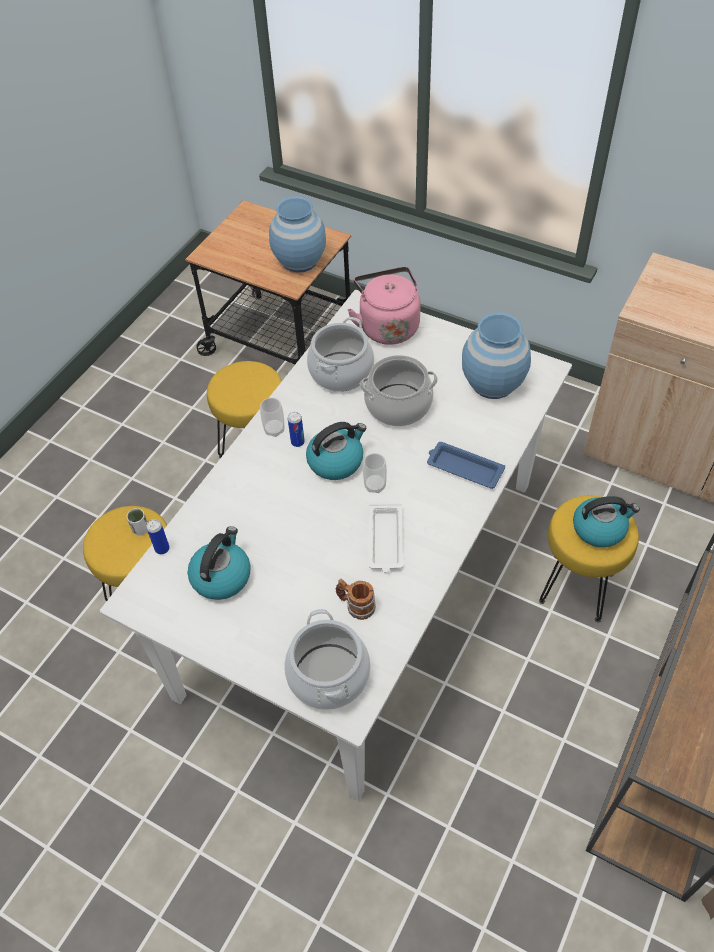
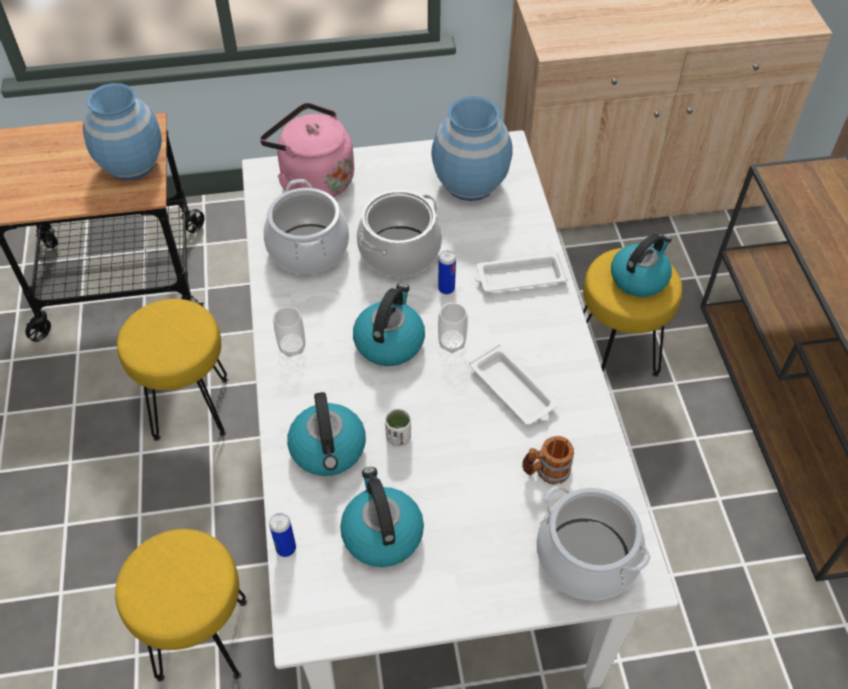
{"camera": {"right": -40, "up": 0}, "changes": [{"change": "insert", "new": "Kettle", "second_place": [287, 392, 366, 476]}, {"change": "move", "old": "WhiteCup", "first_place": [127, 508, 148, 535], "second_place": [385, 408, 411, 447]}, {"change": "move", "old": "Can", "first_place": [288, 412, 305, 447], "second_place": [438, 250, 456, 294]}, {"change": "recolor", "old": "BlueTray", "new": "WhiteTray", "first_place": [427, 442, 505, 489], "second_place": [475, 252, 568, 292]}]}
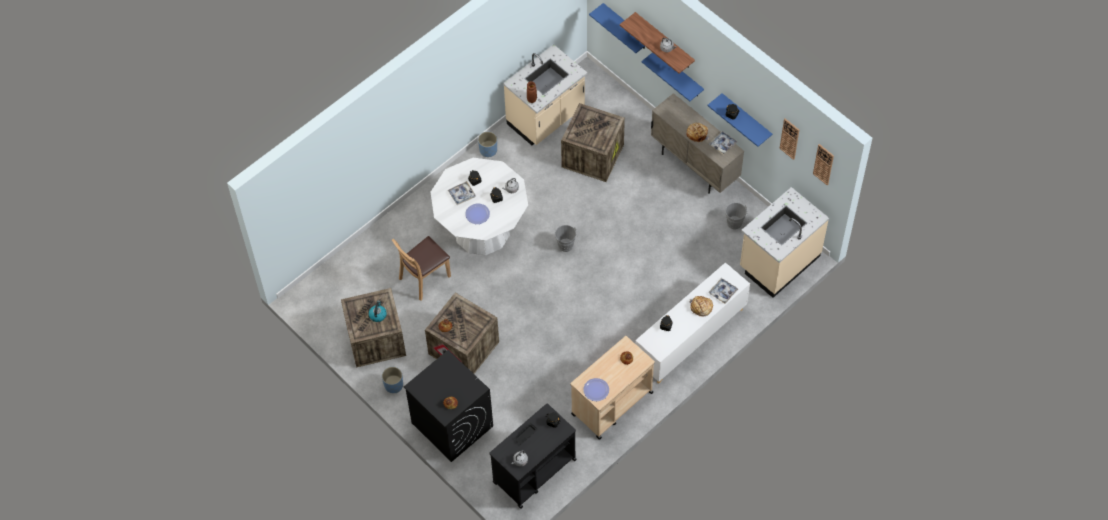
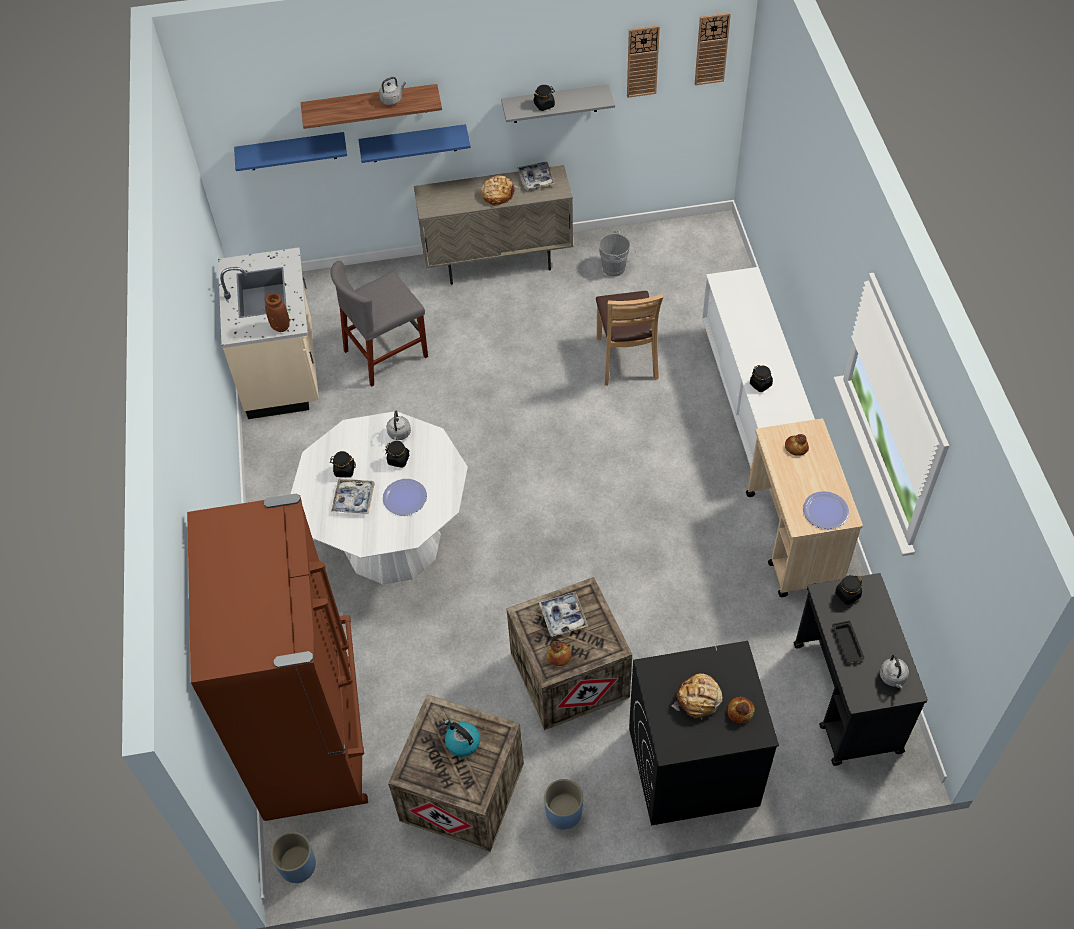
{"camera": {"right": -55, "up": -5}, "changes": [{"change": "insert", "new": "BrownFridge", "second_place": [187, 493, 368, 821]}, {"change": "move", "old": "BluePlanter", "first_place": [478, 132, 497, 157], "second_place": [271, 832, 316, 883]}, {"change": "replace", "old": "Crate", "new": "GreyChair", "first_place": [561, 103, 625, 182], "second_place": [330, 261, 428, 387]}, {"change": "recolor", "old": "BlueShelf", "new": "GreyShelf", "first_place": [708, 93, 772, 147], "second_place": [501, 84, 615, 123]}, {"change": "move", "old": "Tray", "first_place": [709, 278, 738, 304], "second_place": [539, 592, 588, 637]}, {"change": "move", "old": "BrownChair", "first_place": [392, 236, 451, 301], "second_place": [596, 291, 663, 386]}, {"change": "move", "old": "Bread", "first_place": [690, 296, 713, 317], "second_place": [672, 673, 723, 720]}, {"change": "delete", "old": "GreyBucket", "first_place": [555, 225, 577, 252]}, {"change": "delete", "old": "BeigeCounter", "first_place": [740, 187, 829, 298]}]}
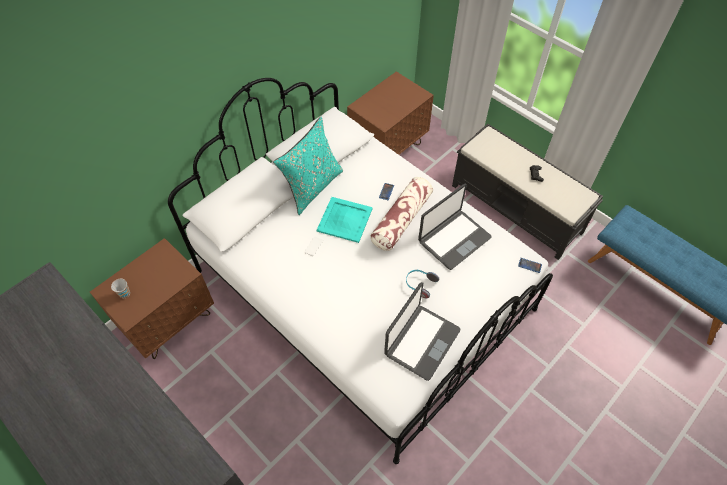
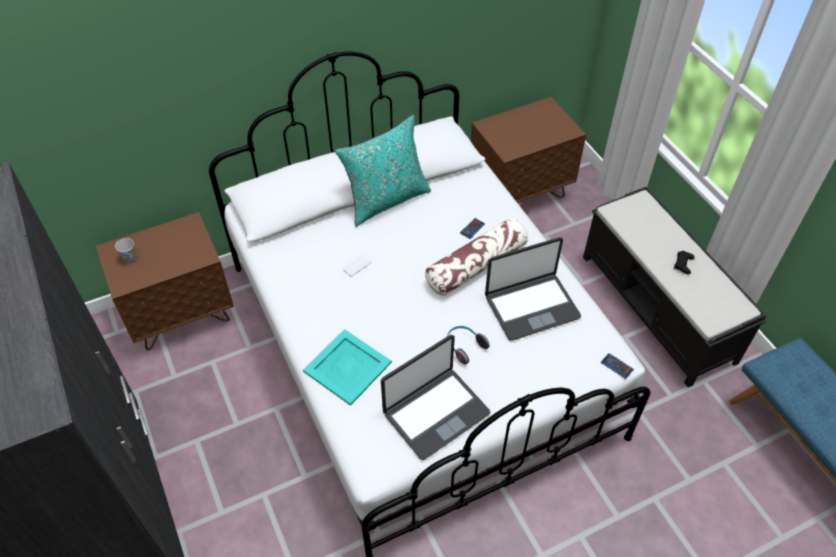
{"camera": {"right": 20, "up": -5}, "changes": [{"change": "move", "old": "TurquoiseTray", "first_place": [317, 197, 373, 243], "second_place": [303, 329, 392, 406]}]}
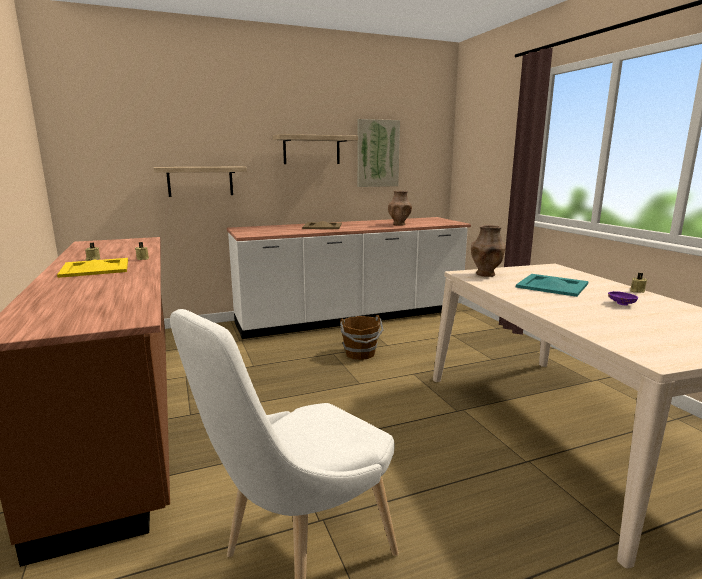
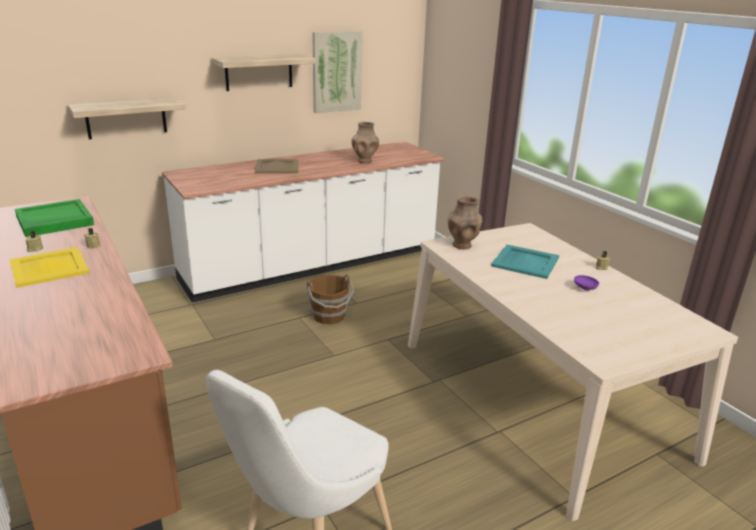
{"camera": {"right": -10, "up": 10}, "changes": [{"change": "insert", "new": "GreenTray", "second_place": [15, 199, 94, 237]}]}
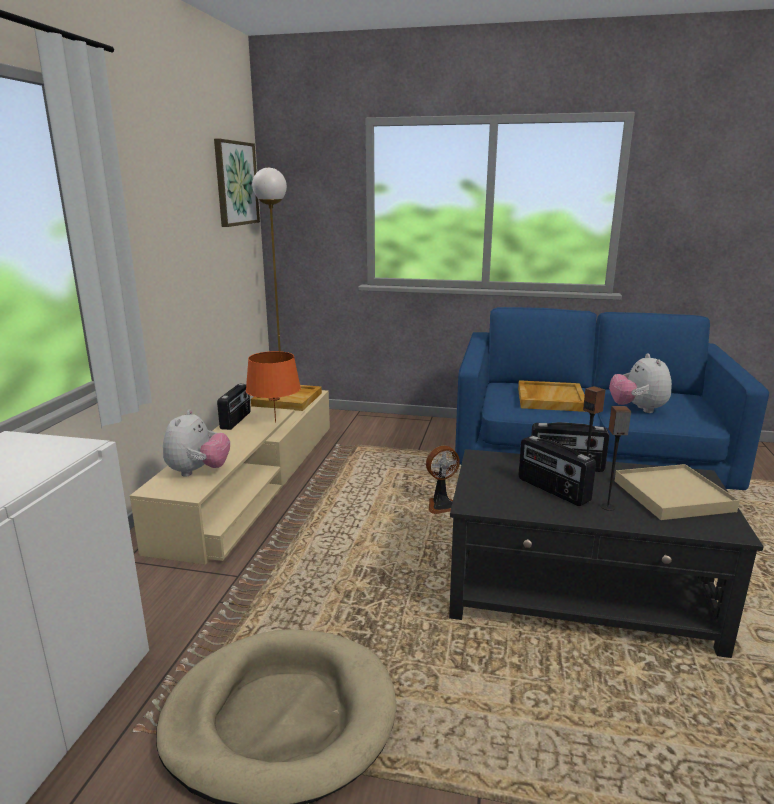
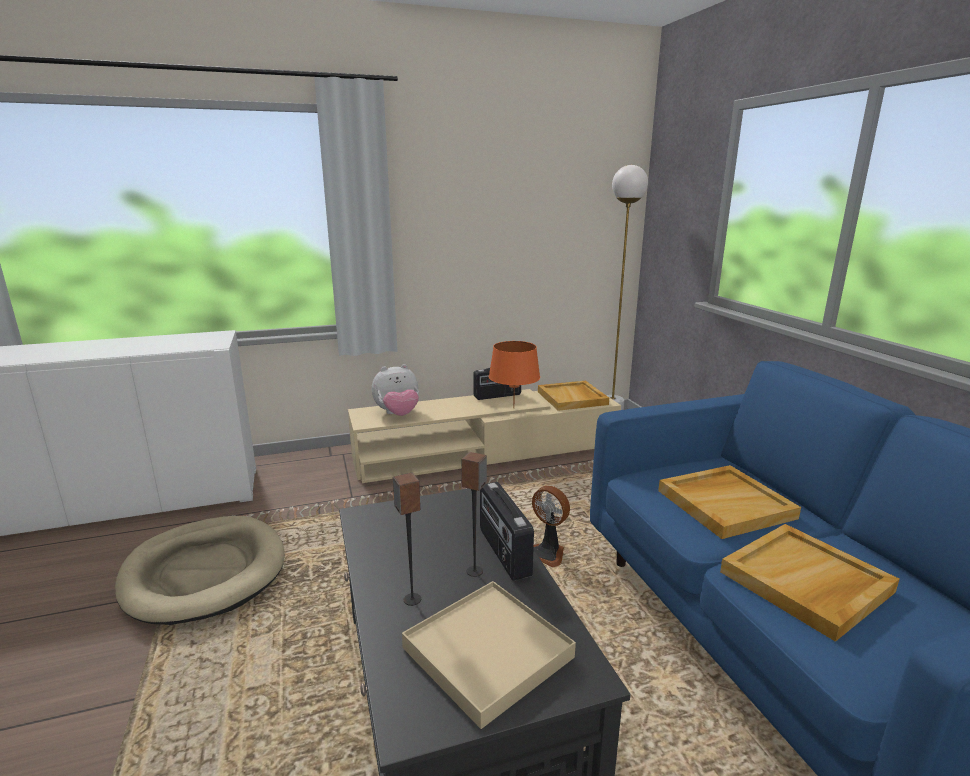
{"camera": {"right": 60, "up": 0}, "changes": [{"change": "replace", "old": "PlushToy", "new": "BeigeTray", "first_place": [609, 354, 672, 413], "second_place": [720, 524, 899, 642]}, {"change": "delete", "old": "Picture", "first_place": [214, 139, 260, 227]}, {"change": "delete", "old": "Radio", "first_place": [518, 435, 596, 506]}]}
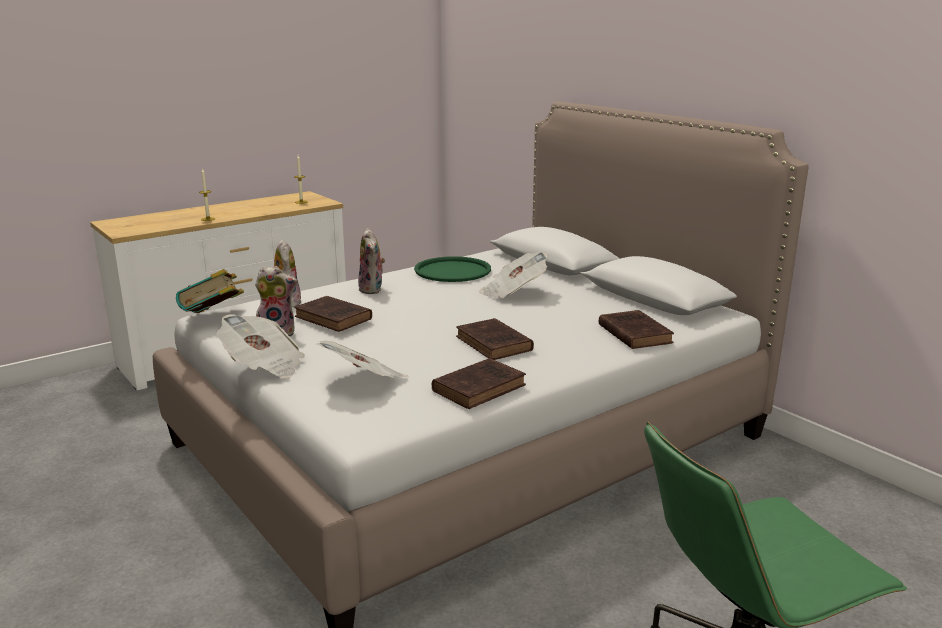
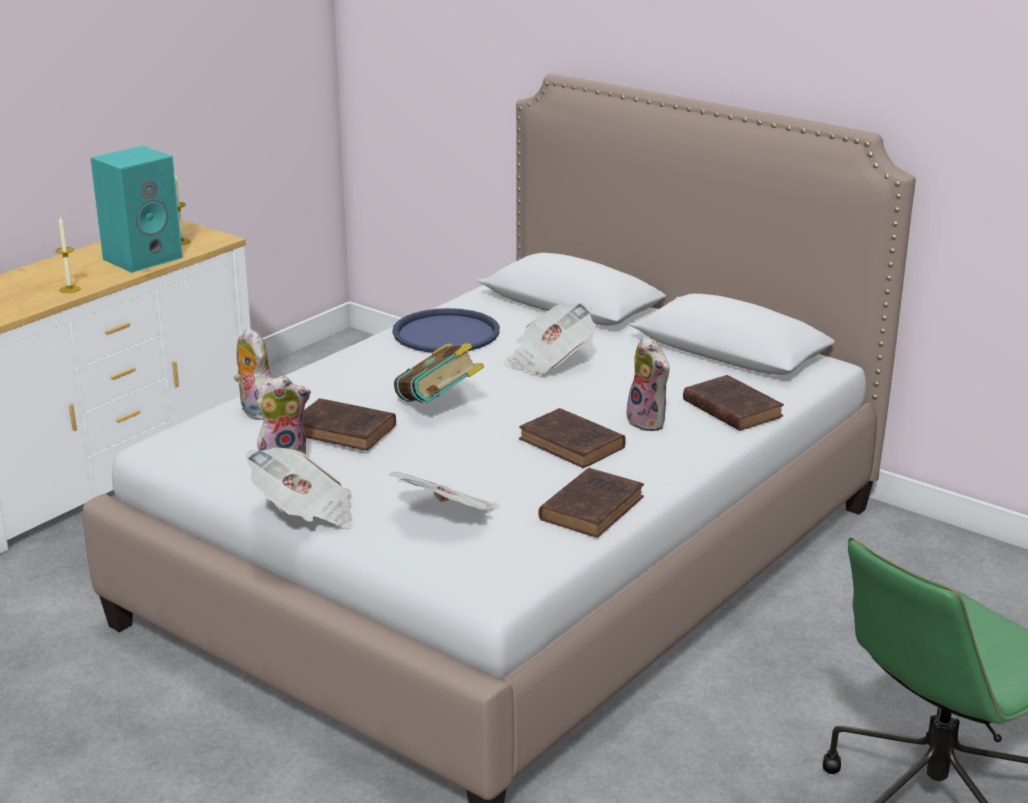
{"camera": {"right": -15, "up": 5}, "changes": [{"change": "insert", "new": "TurquoiseSpeaker", "second_place": [90, 146, 183, 273]}, {"change": "recolor", "old": "GreenTray", "new": "BlueTray", "first_place": [414, 256, 491, 282], "second_place": [392, 308, 500, 353]}, {"change": "move", "old": "Book", "first_place": [176, 269, 244, 313], "second_place": [394, 343, 484, 403]}, {"change": "move", "old": "PlushToy", "first_place": [358, 228, 385, 294], "second_place": [626, 336, 670, 431]}]}
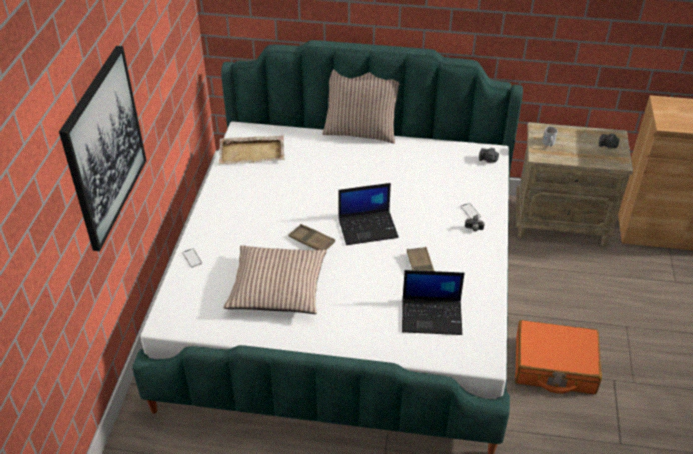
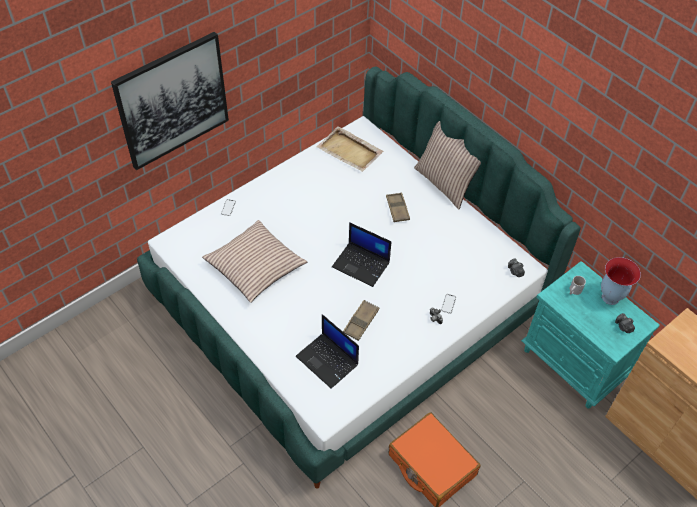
{"camera": {"right": 40, "up": 10}, "changes": [{"change": "move", "old": "BrownTray", "first_place": [289, 224, 335, 250], "second_place": [386, 192, 410, 222]}, {"change": "recolor", "old": "BeigeNightstand", "new": "TurquoiseNightstand", "first_place": [516, 122, 633, 246], "second_place": [521, 261, 660, 409]}, {"change": "insert", "new": "Vase", "second_place": [601, 257, 641, 305]}]}
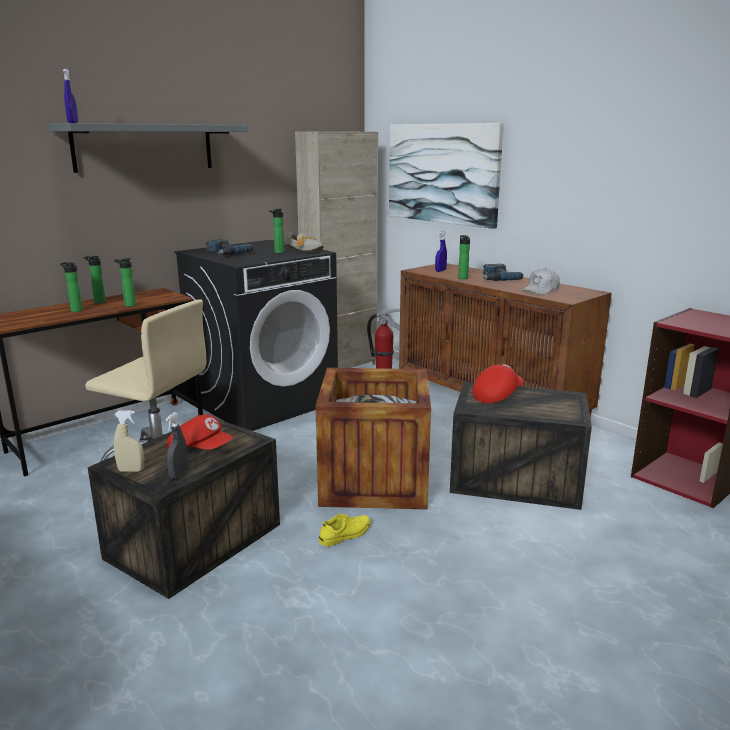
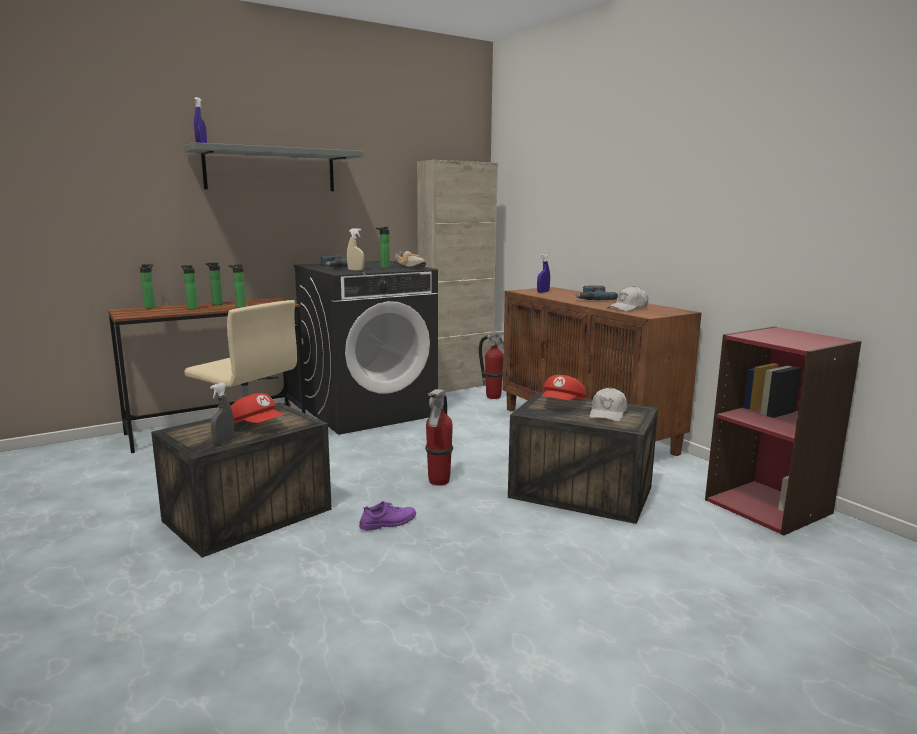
{"camera": {"right": 10, "up": -5}, "changes": [{"change": "move", "old": "Bottle", "first_place": [458, 235, 470, 279], "second_place": [140, 264, 155, 309]}, {"change": "move", "old": "BeigeSprayBottle", "first_place": [114, 410, 144, 472], "second_place": [347, 228, 364, 271]}, {"change": "recolor", "old": "YellowShoe", "new": "PurpleShoe", "first_place": [319, 514, 371, 546], "second_place": [359, 501, 416, 531]}, {"change": "replace", "old": "Crate", "new": "FireExtinguisher", "first_place": [315, 368, 431, 510], "second_place": [425, 389, 453, 486]}, {"change": "rotate", "old": "RedCap", "first_place": [472, 364, 524, 403], "second_place": [542, 375, 586, 401], "degrees": 150}, {"change": "insert", "new": "WhiteCap", "second_place": [589, 387, 627, 422]}, {"change": "delete", "old": "Picture", "first_place": [389, 123, 504, 229]}]}
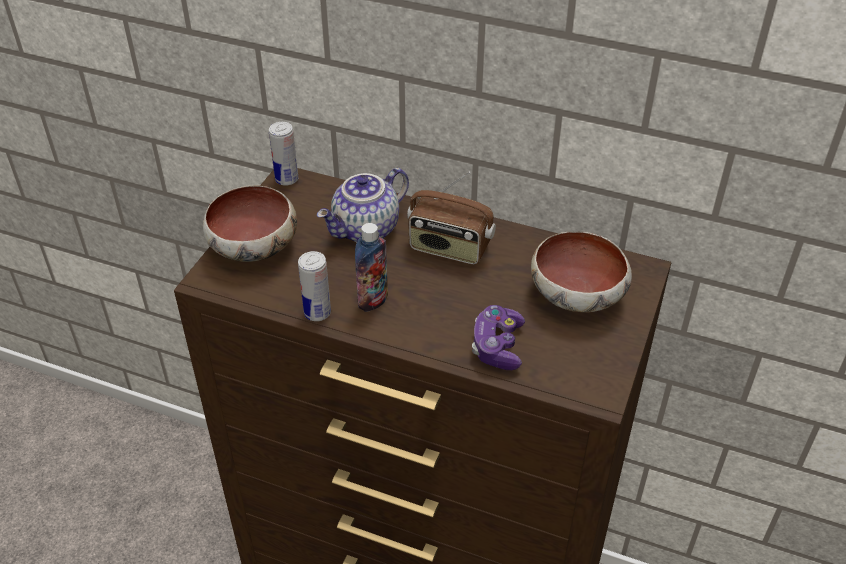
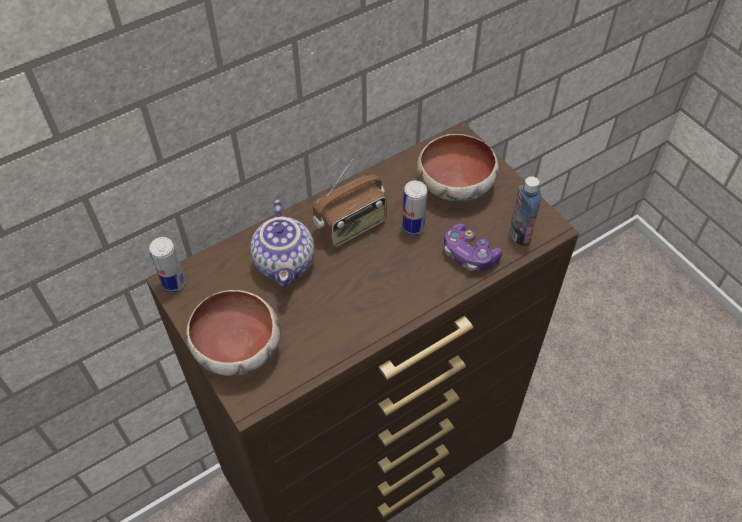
{"camera": {"right": -55, "up": 10}, "changes": [{"change": "move", "old": "Can", "first_place": [298, 251, 331, 321], "second_place": [402, 180, 427, 235]}, {"change": "move", "old": "Bottle", "first_place": [355, 223, 388, 312], "second_place": [510, 176, 541, 246]}]}
